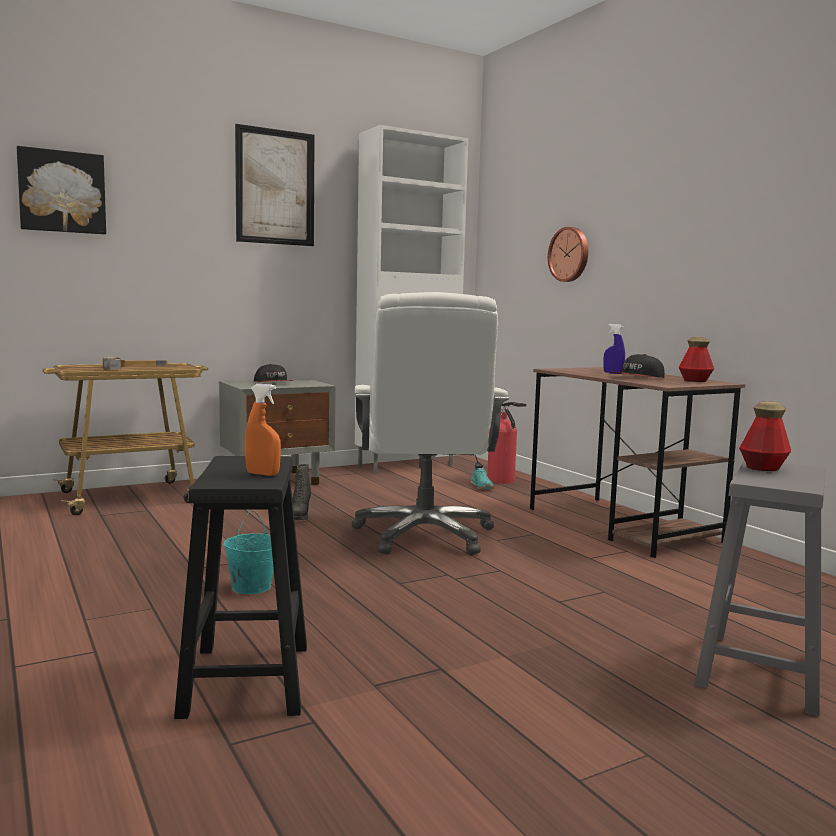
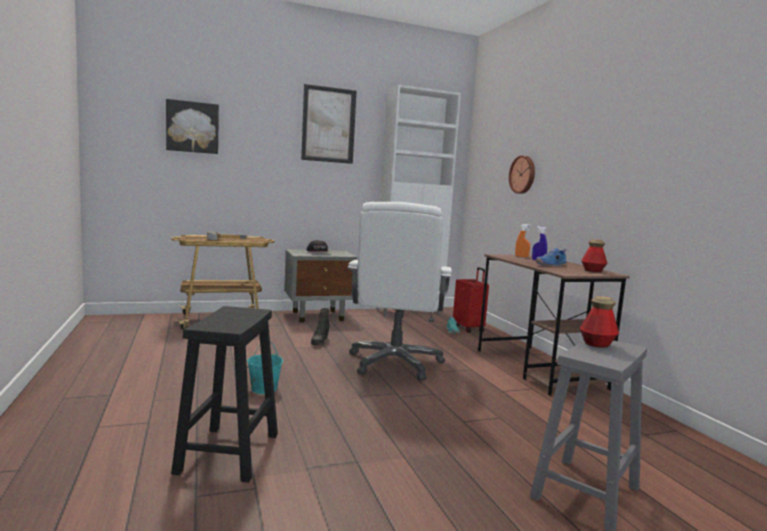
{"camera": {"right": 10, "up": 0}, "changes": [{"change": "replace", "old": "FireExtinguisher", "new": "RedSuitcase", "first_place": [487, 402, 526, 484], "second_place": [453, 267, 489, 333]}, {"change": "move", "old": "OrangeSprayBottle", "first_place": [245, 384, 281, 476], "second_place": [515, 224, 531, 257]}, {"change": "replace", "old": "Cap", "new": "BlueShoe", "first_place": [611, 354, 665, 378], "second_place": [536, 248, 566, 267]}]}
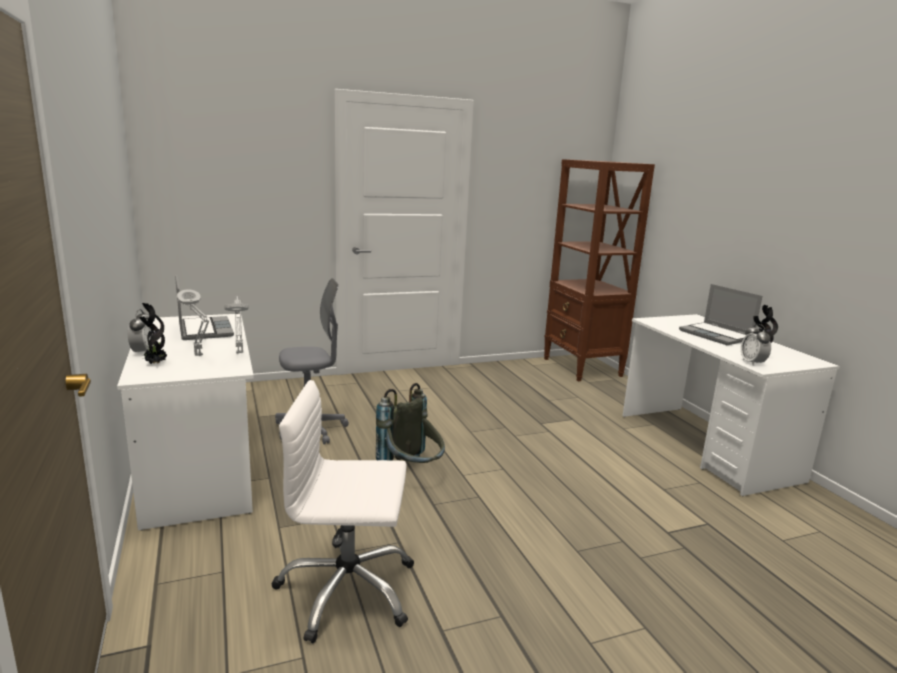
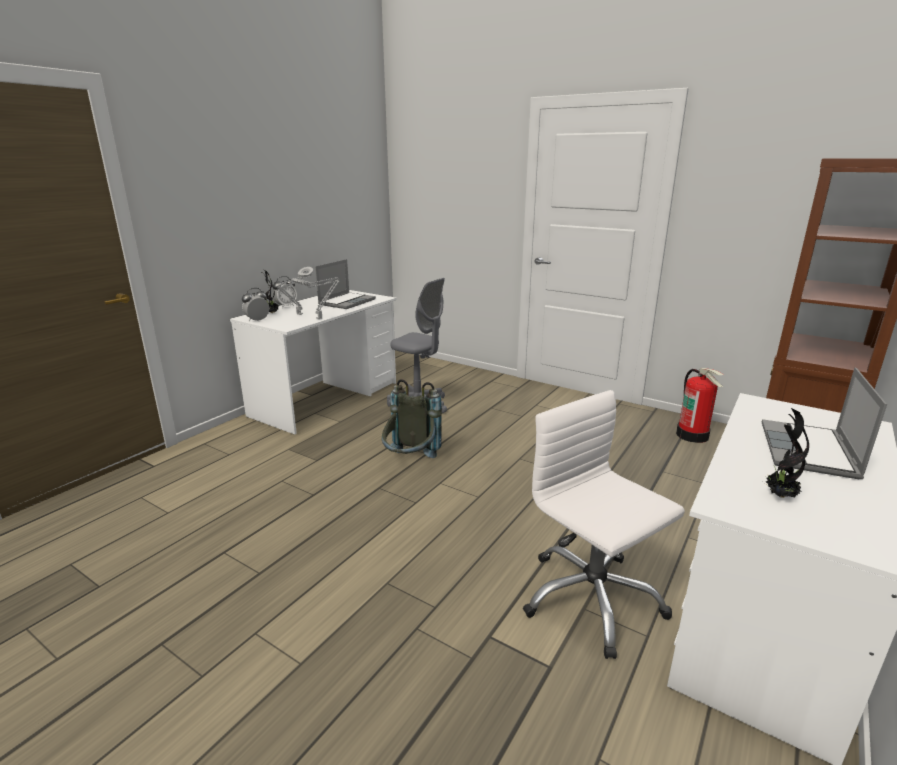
{"camera": {"right": 55, "up": 5}, "changes": [{"change": "move", "old": "AlarmClock", "first_place": [741, 324, 771, 366], "second_place": [242, 288, 269, 321]}, {"change": "move", "old": "WhiteOfficeChair", "first_place": [271, 380, 414, 643], "second_place": [523, 390, 685, 659]}, {"change": "insert", "new": "FireExtinguisher", "second_place": [676, 368, 724, 443]}]}
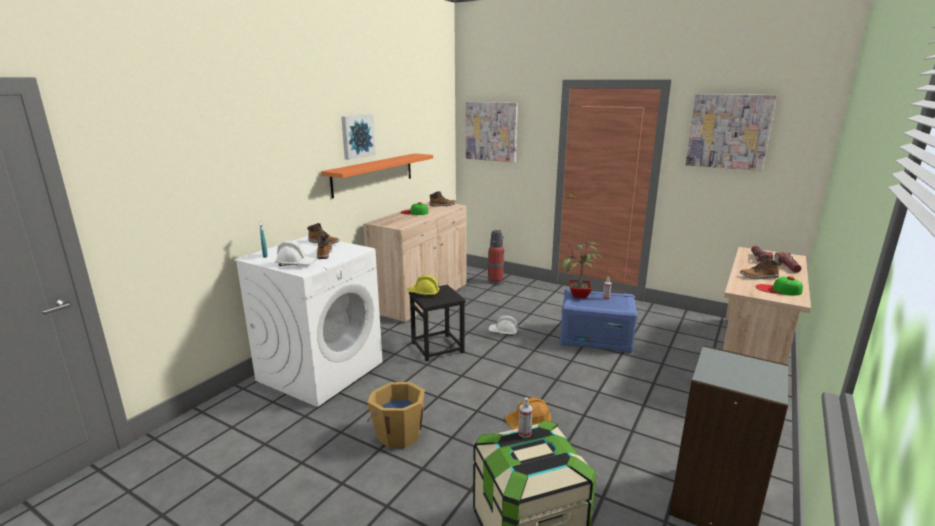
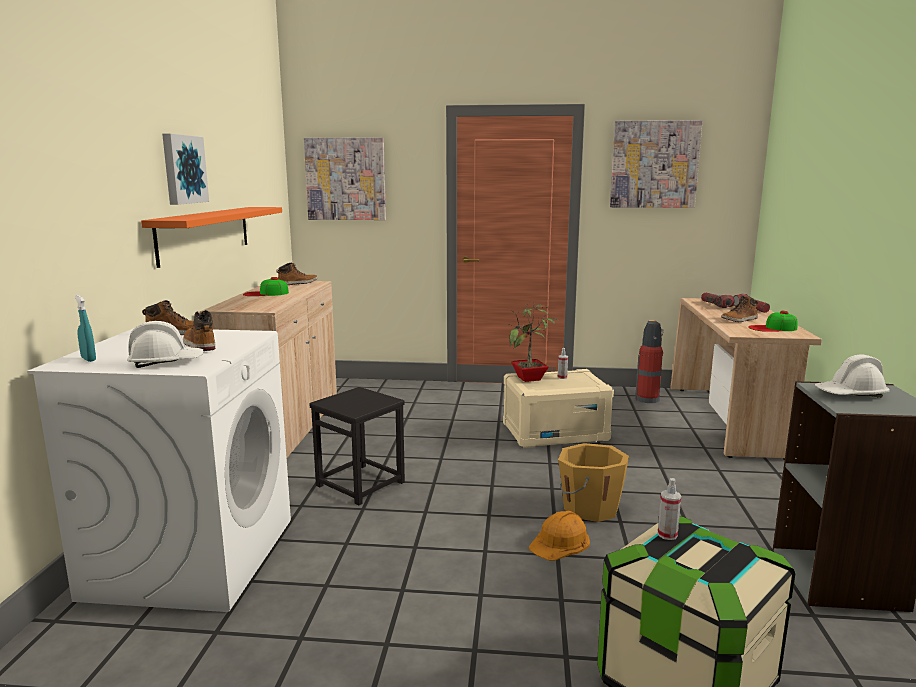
{"camera": {"right": -25, "up": -5}, "changes": [{"change": "recolor", "old": "BlueStorageBox", "new": "BeigeStorageBox", "first_place": [560, 288, 638, 353], "second_place": [503, 369, 614, 448]}, {"change": "move", "old": "OrangeBucket", "first_place": [366, 382, 425, 448], "second_place": [558, 443, 629, 522]}, {"change": "move", "old": "FireExtinguisher", "first_place": [488, 229, 504, 285], "second_place": [635, 320, 663, 403]}, {"change": "move", "old": "WhiteHardHat", "first_place": [489, 316, 518, 336], "second_place": [815, 355, 890, 398]}, {"change": "delete", "old": "YellowHardHat", "first_place": [407, 275, 440, 297]}]}
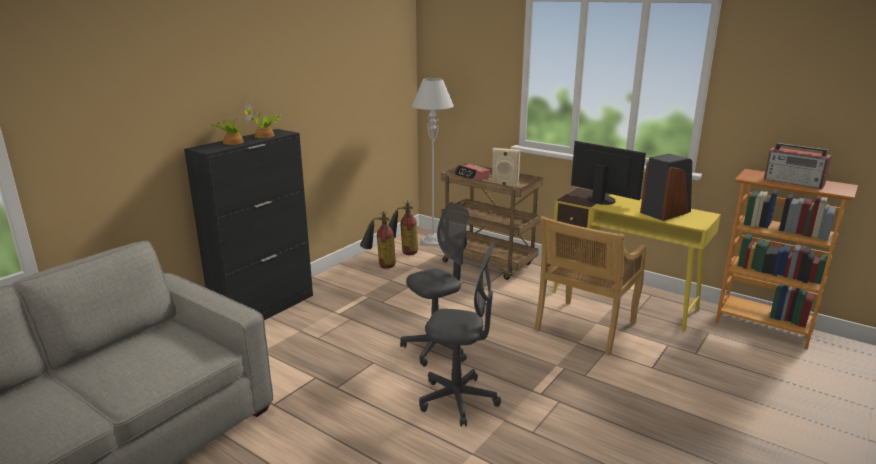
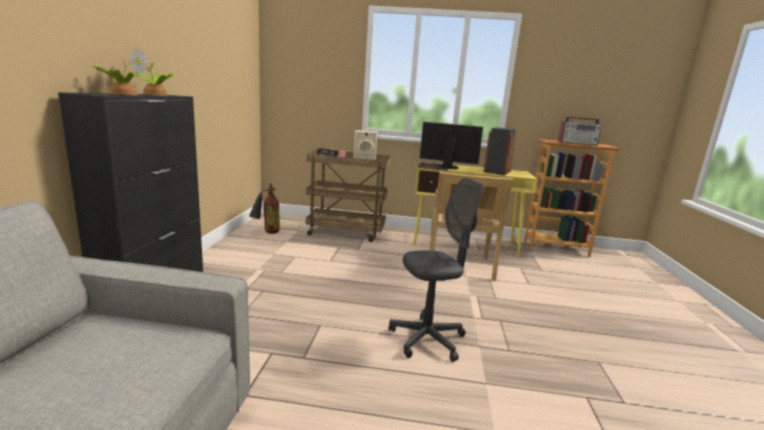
{"camera": {"right": -30, "up": -5}, "changes": [{"change": "delete", "old": "FireExtinguisher", "first_place": [360, 211, 396, 269]}, {"change": "delete", "old": "GreyOfficeChair", "first_place": [400, 202, 469, 367]}, {"change": "delete", "old": "GreyFloorLamp", "first_place": [412, 78, 454, 246]}]}
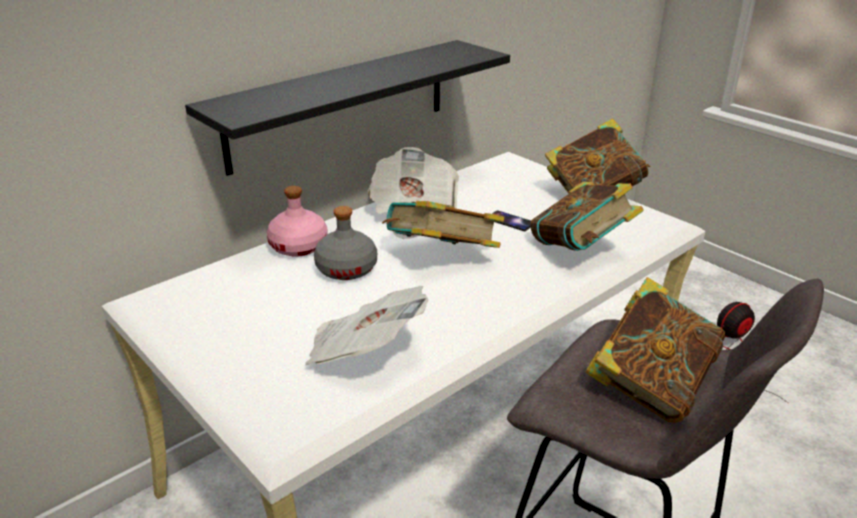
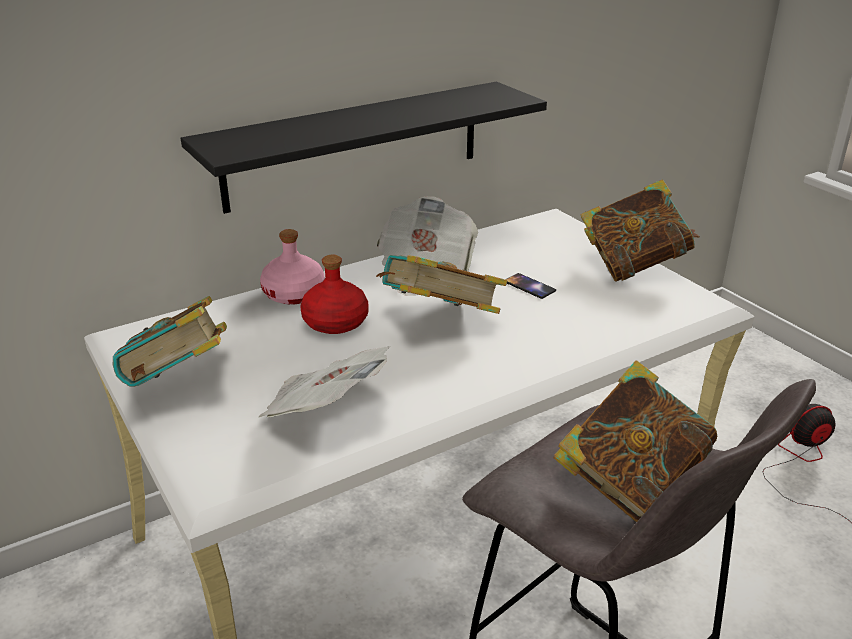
{"camera": {"right": 10, "up": 0}, "changes": [{"change": "move", "old": "Book", "first_place": [531, 182, 644, 251], "second_place": [113, 296, 227, 387]}, {"change": "recolor", "old": "GreyBottle", "new": "RedBottle", "first_place": [314, 206, 377, 280], "second_place": [301, 255, 368, 334]}]}
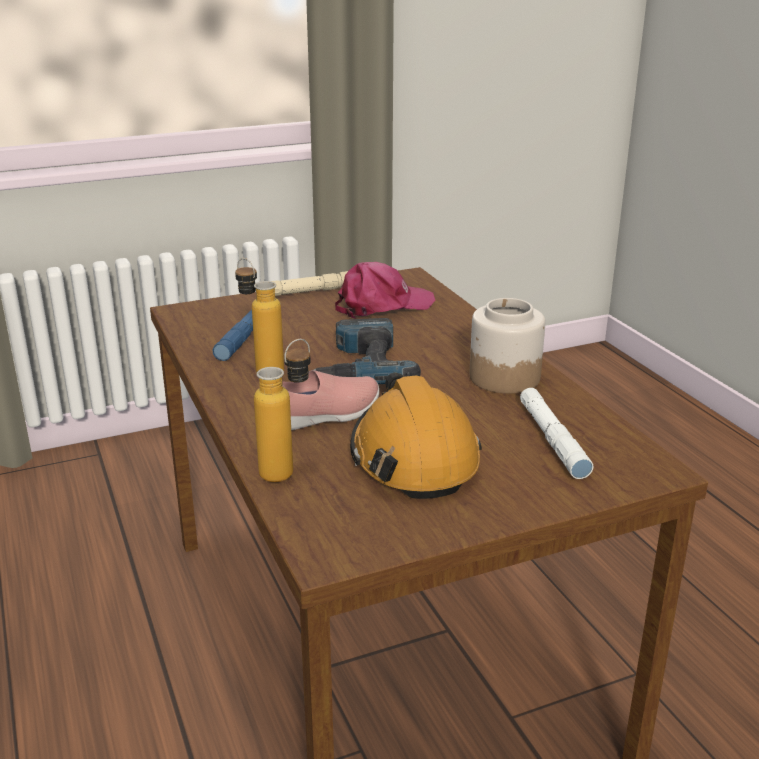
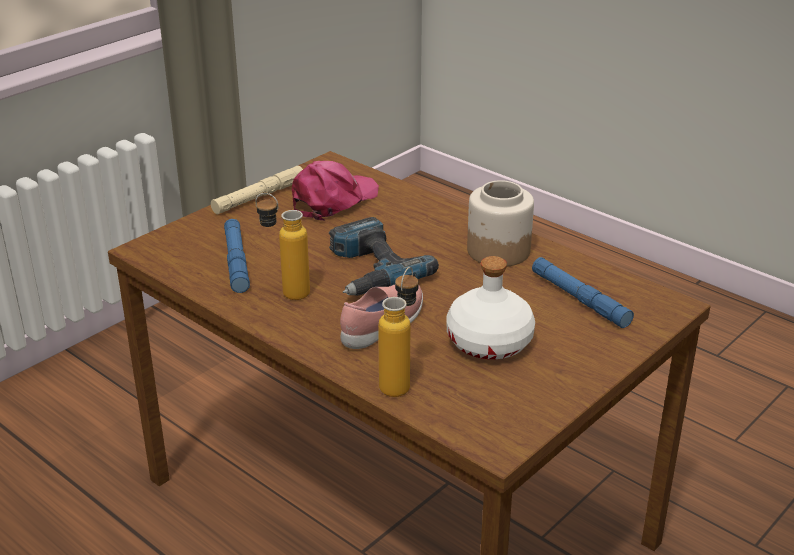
{"camera": {"right": -25, "up": 5}, "changes": [{"change": "replace", "old": "OrangeHardHat", "new": "WhiteBottle", "first_place": [350, 373, 482, 499], "second_place": [446, 256, 535, 359]}, {"change": "recolor", "old": "WhiteFlashlight", "new": "BlueFlashlight", "first_place": [520, 388, 593, 479], "second_place": [532, 257, 634, 328]}]}
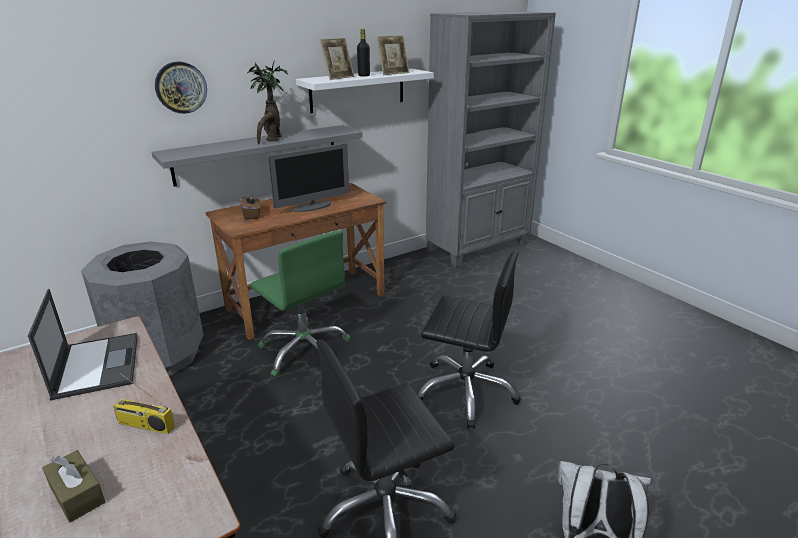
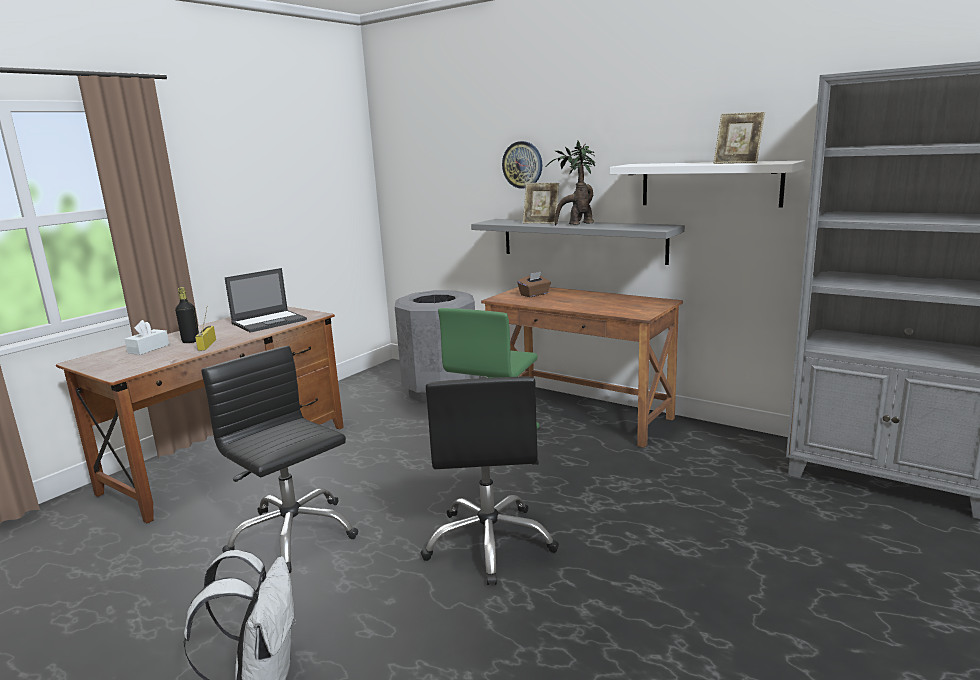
{"camera": {"right": 70, "up": -10}, "changes": [{"change": "recolor", "old": "BrownTissueBox", "new": "WhiteTissueBox", "first_place": [42, 450, 105, 523], "second_place": [125, 320, 169, 355]}, {"change": "move", "old": "BlackBottle", "first_place": [357, 29, 370, 77], "second_place": [175, 287, 199, 343]}, {"change": "move", "old": "PictureFrame", "first_place": [320, 38, 354, 80], "second_place": [523, 183, 559, 224]}, {"change": "delete", "old": "Monitor", "first_place": [268, 143, 349, 212]}]}
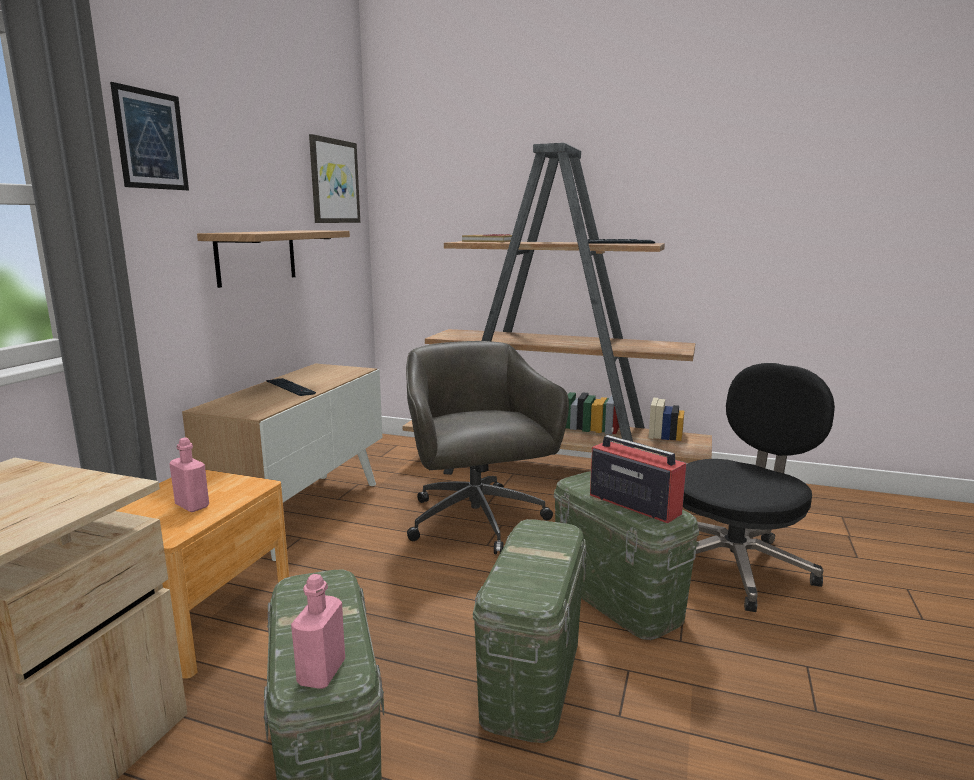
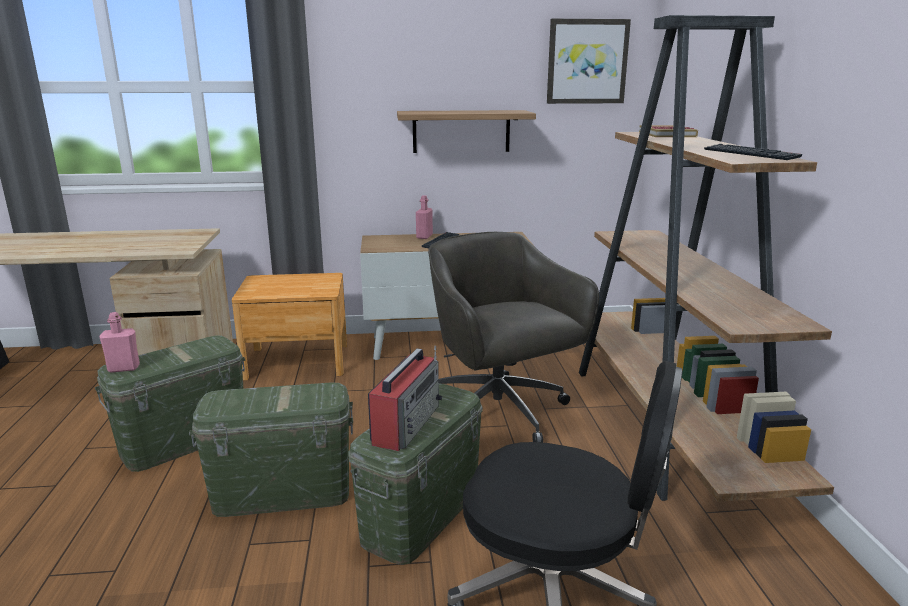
{"camera": {"right": 65, "up": 5}, "changes": [{"change": "move", "old": "PinkBottle", "first_place": [169, 437, 209, 512], "second_place": [416, 195, 433, 239]}, {"change": "rotate", "old": "GreyOfficeChair", "first_place": [406, 341, 569, 554], "second_place": [428, 232, 599, 443], "degrees": -75}, {"change": "delete", "old": "Picture", "first_place": [110, 82, 189, 190]}]}
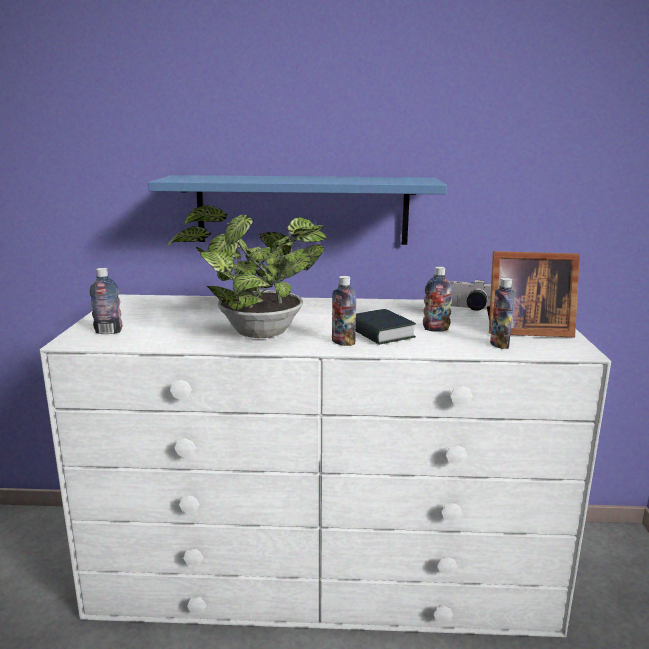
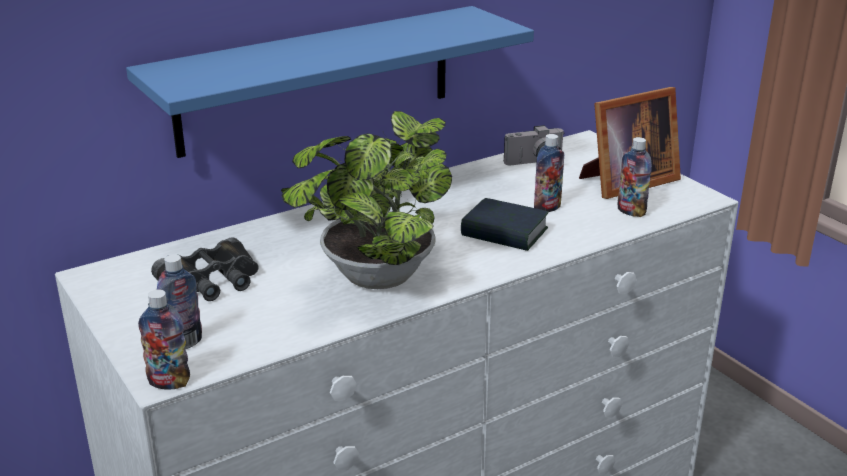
{"camera": {"right": -35, "up": 10}, "changes": [{"change": "move", "old": "Bottle", "first_place": [332, 276, 356, 346], "second_place": [138, 289, 190, 390]}, {"change": "insert", "new": "BlackBinoculars", "second_place": [151, 237, 259, 301]}]}
